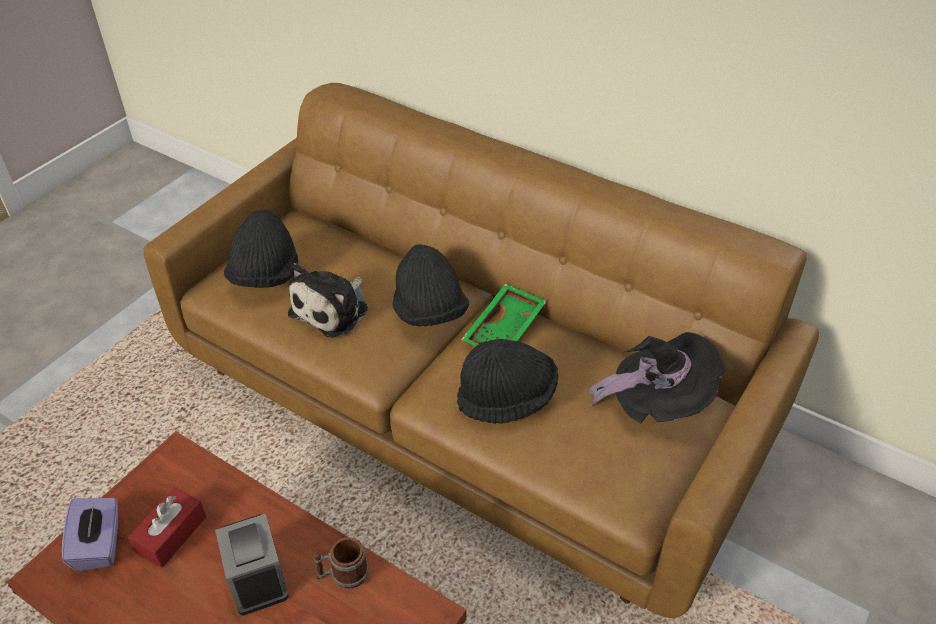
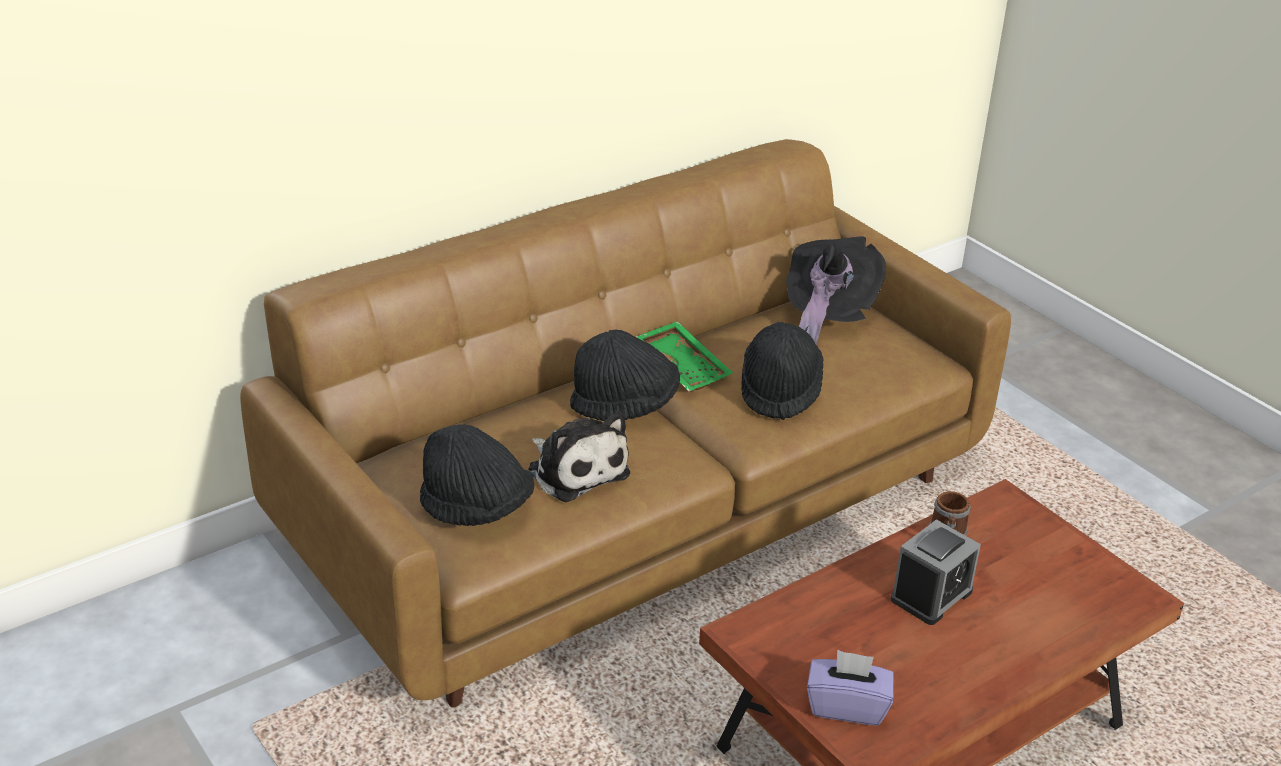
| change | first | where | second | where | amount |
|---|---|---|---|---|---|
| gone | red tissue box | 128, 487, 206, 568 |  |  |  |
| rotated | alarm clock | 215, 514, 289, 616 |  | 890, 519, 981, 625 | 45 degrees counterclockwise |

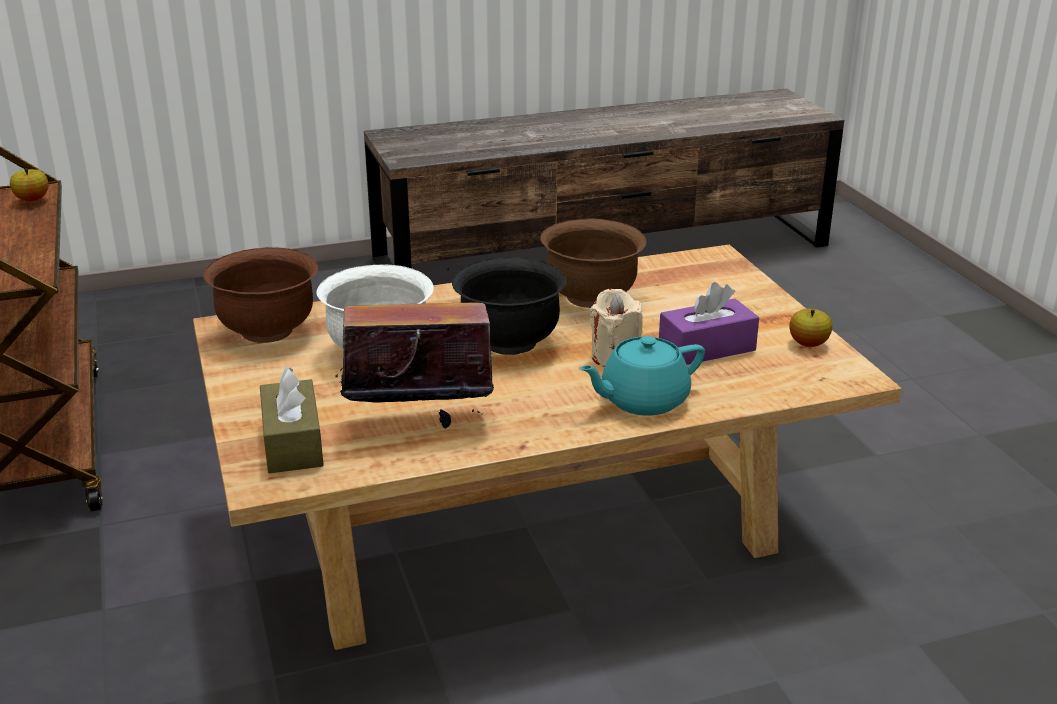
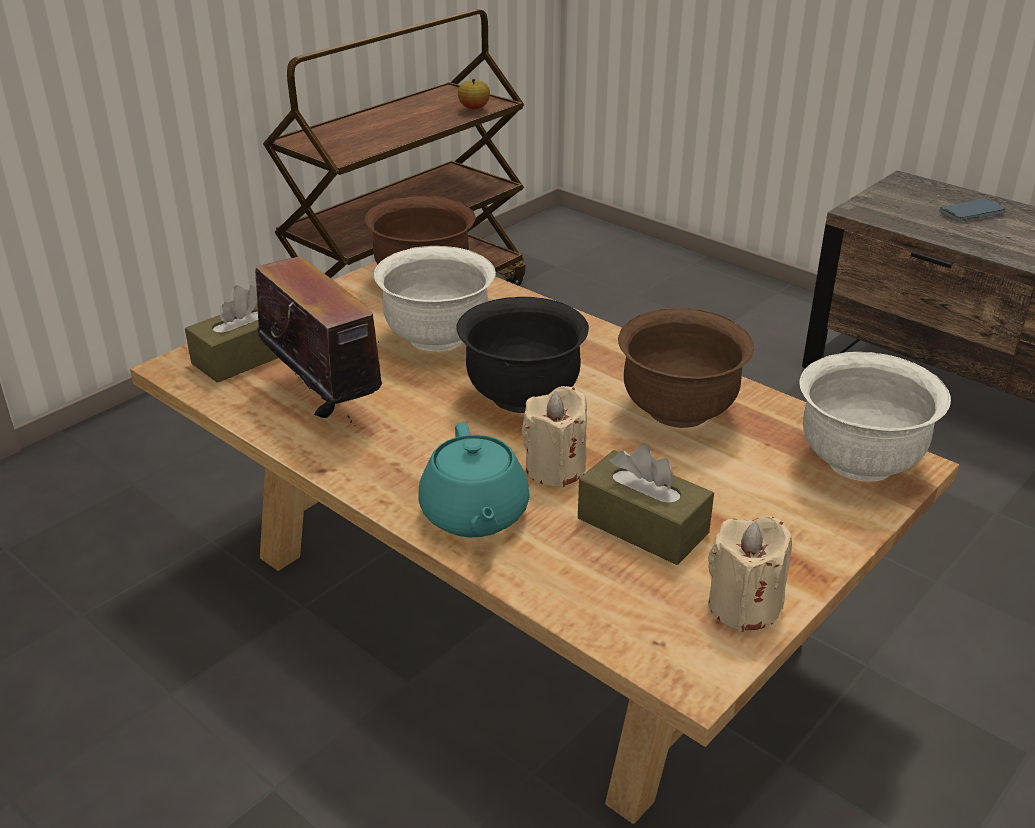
| change | first | where | second | where | amount |
|---|---|---|---|---|---|
| new |  |  | white bowl | 799, 352, 951, 481 |  |
| new |  |  | phone | 940, 199, 1005, 222 |  |
| swapped | apple | 789, 309, 832, 347 | beige candle | 708, 516, 792, 632 |  |
| repainted | purple tissue box | 659, 282, 759, 365 | brown tissue box | 578, 445, 714, 565 |  |
| rotated | turquoise teapot | 579, 336, 705, 416 |  | 418, 423, 530, 537 | 135 degrees counterclockwise |

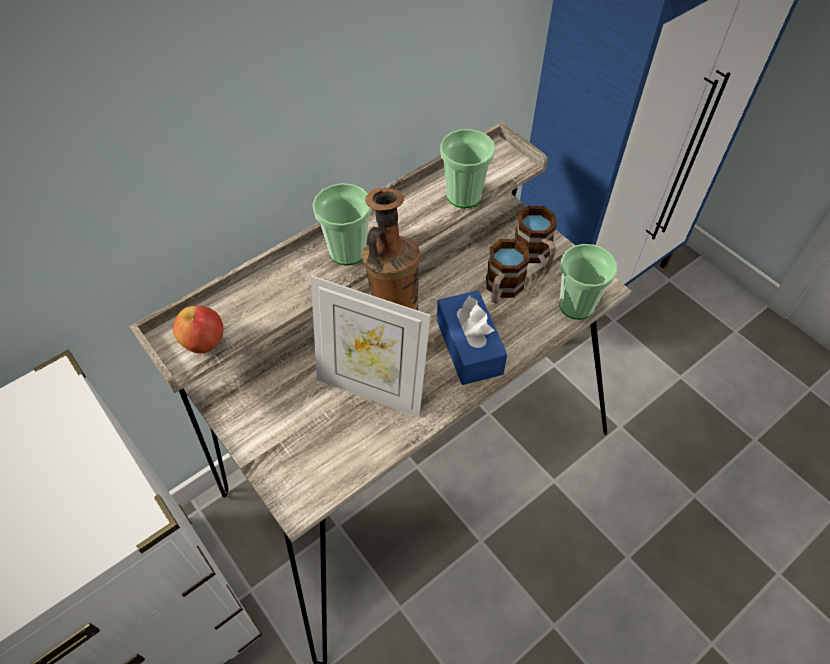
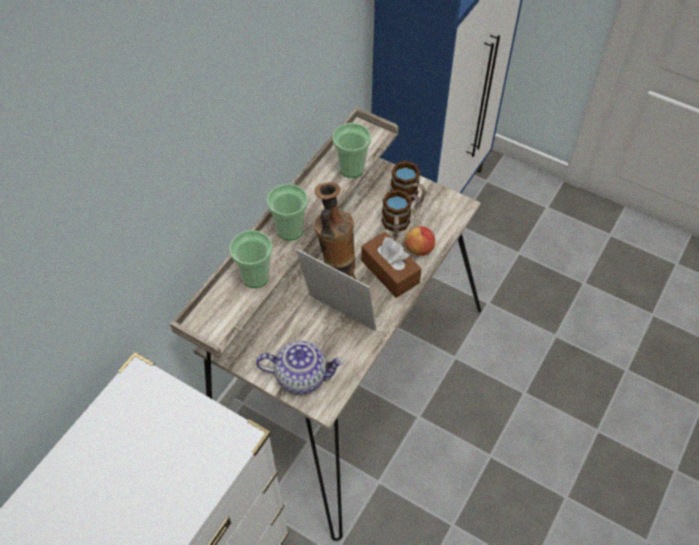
| change | first | where | second | where | amount |
|---|---|---|---|---|---|
| new |  |  | teapot | 256, 341, 345, 395 |  |
| shifted | apple | 173, 306, 223, 354 |  | 405, 226, 435, 256 |  |
| shifted | cup | 559, 244, 617, 320 |  | 229, 230, 273, 288 |  |
| repainted | blue tissue box | 437, 290, 507, 385 | brown tissue box | 361, 232, 422, 298 |  |
| rotated | picture frame | 311, 276, 431, 417 |  | 296, 249, 376, 331 | 150 degrees counterclockwise |

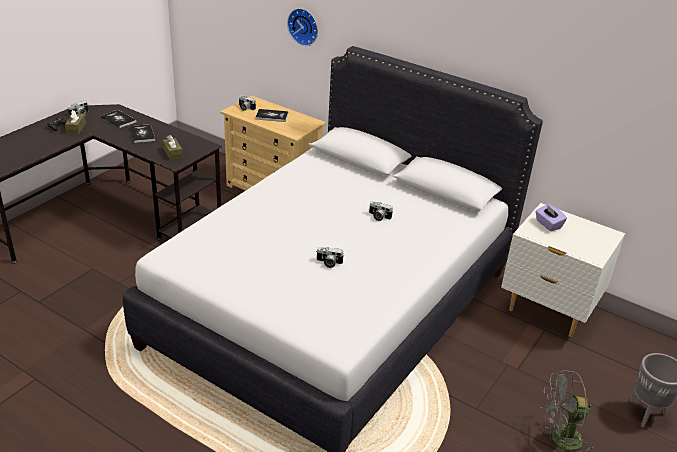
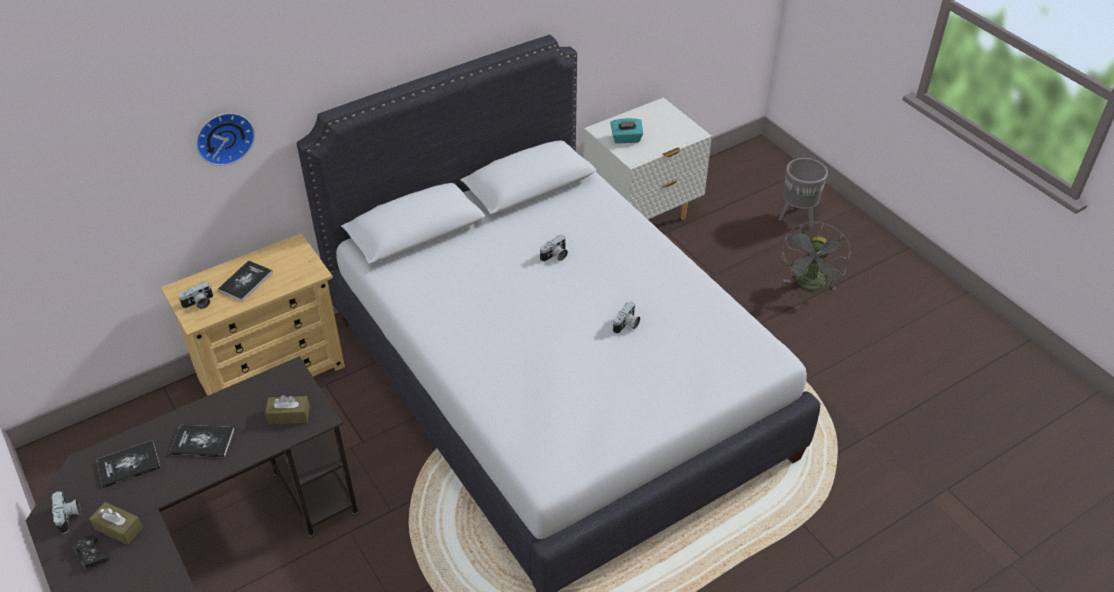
| change | first | where | second | where | amount |
|---|---|---|---|---|---|
| repainted | purple tissue box | 535, 204, 567, 231 | turquoise tissue box | 610, 118, 643, 144 |  |

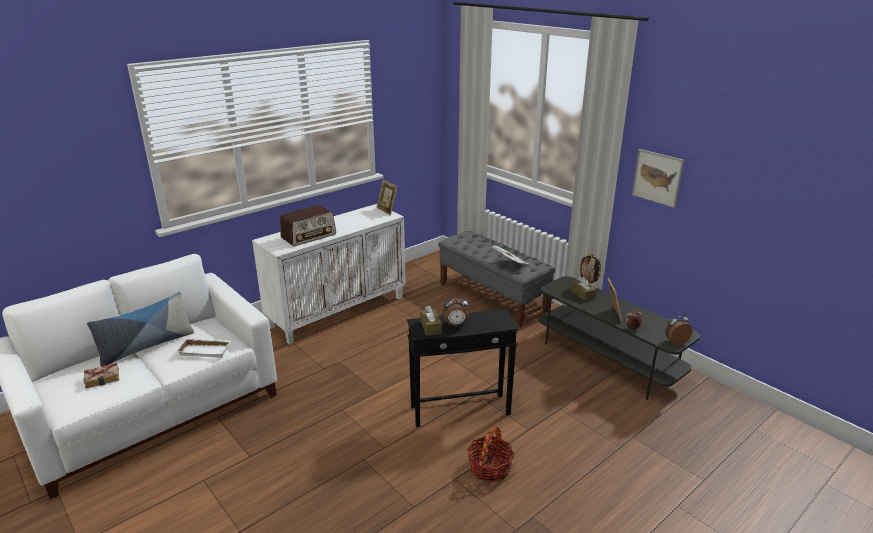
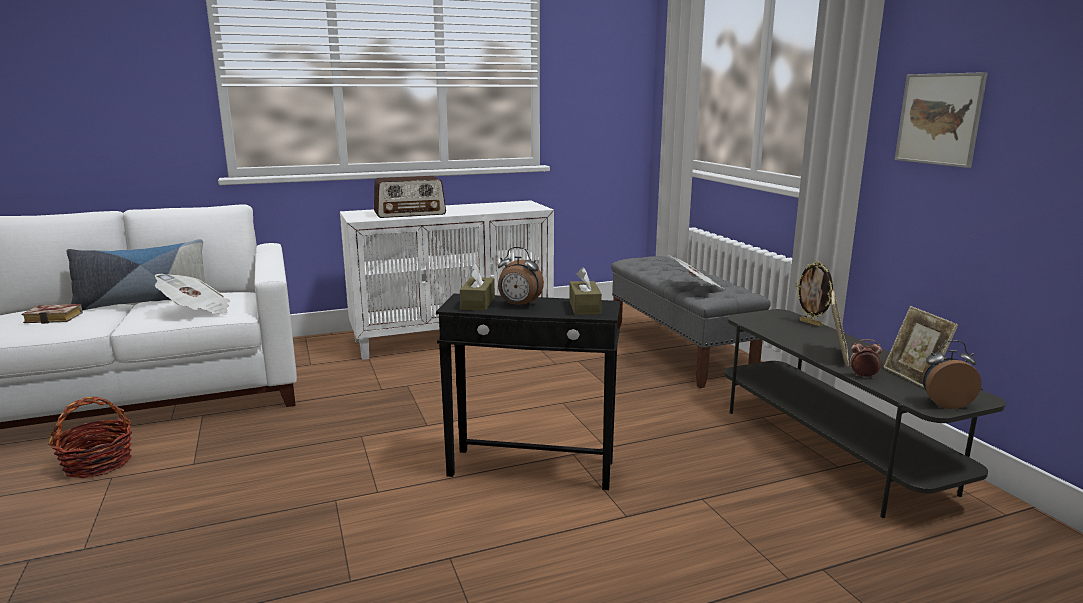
| change | first | where | second | where | amount |
|---|---|---|---|---|---|
| shifted | picture frame | 376, 179, 398, 215 |  | 883, 306, 959, 388 |  |
| shifted | basket | 467, 427, 515, 482 |  | 49, 397, 132, 478 |  |
| shifted | brown tissue box | 571, 276, 596, 301 |  | 569, 267, 602, 315 |  |
| swapped | white tray | 176, 338, 230, 358 | newspaper | 155, 274, 230, 315 |  |

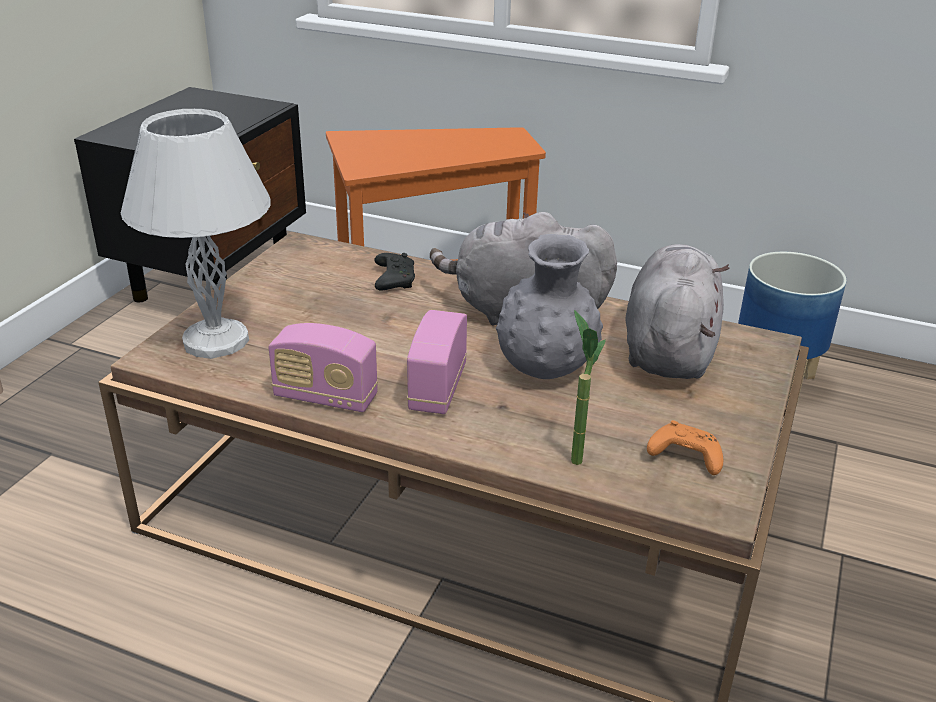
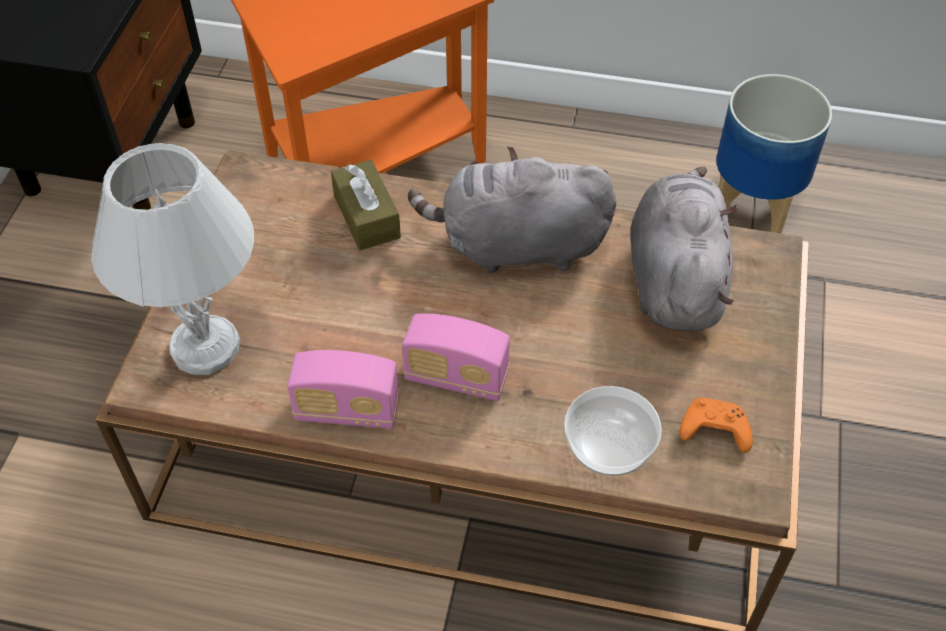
| change | first | where | second | where | amount |
|---|---|---|---|---|---|
| gone | grey vase | 496, 234, 603, 379 |  |  |  |
| swapped | black game controller | 374, 253, 415, 290 | brown tissue box | 331, 160, 401, 250 |  |
| swapped | potted plant | 571, 310, 606, 465 | bowl | 564, 386, 662, 476 |  |
| rotated | radio | 407, 310, 467, 414 |  | 402, 314, 510, 401 | 75 degrees counterclockwise |

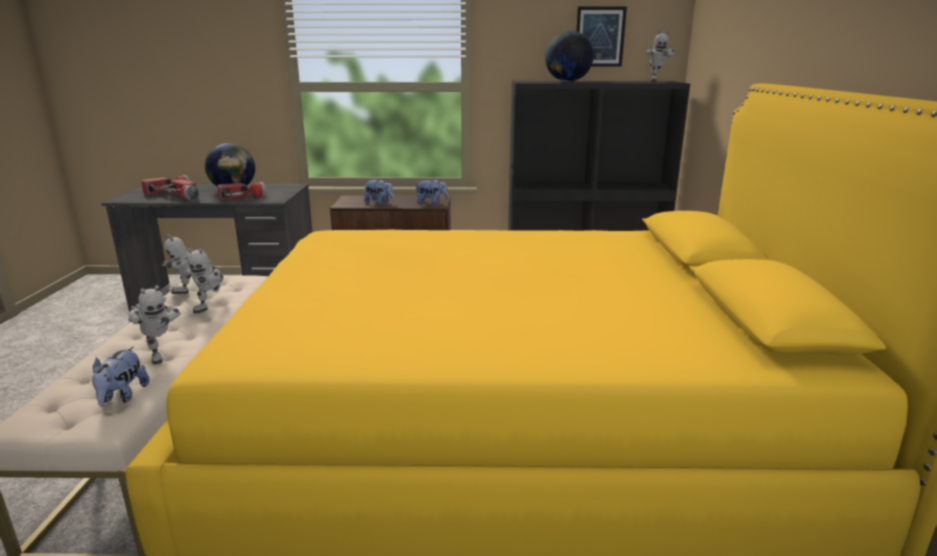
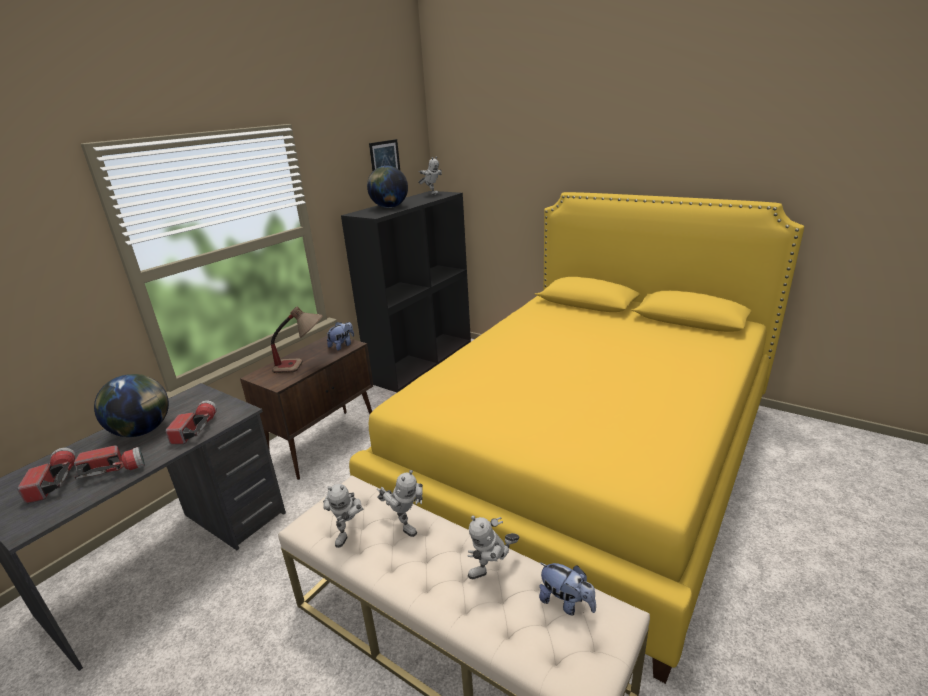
| change | first | where | second | where | amount |
|---|---|---|---|---|---|
| swapped | plush toy | 364, 178, 394, 205 | table lamp | 271, 307, 323, 373 |  |
| rotated | toy robot | 128, 285, 181, 364 |  | 467, 515, 519, 579 | 150 degrees clockwise |

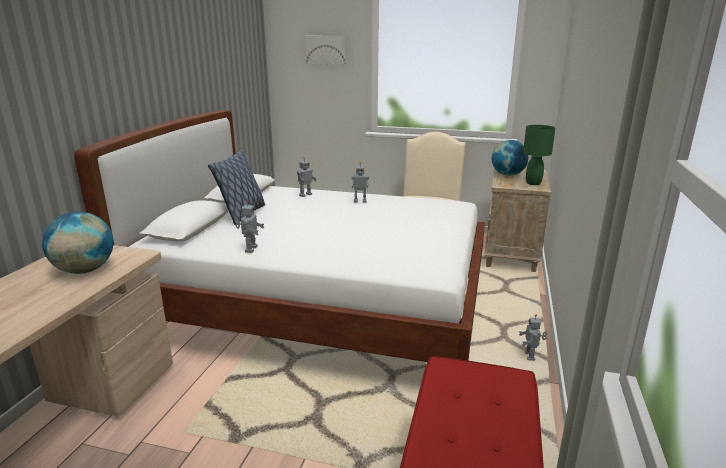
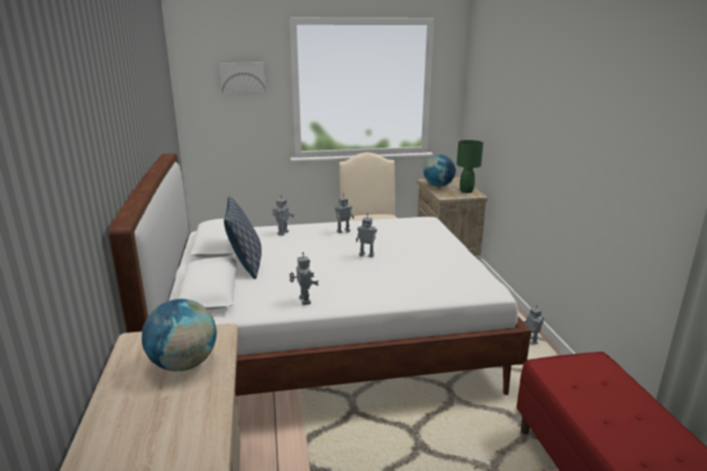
| change | first | where | second | where | amount |
|---|---|---|---|---|---|
| new |  |  | toy robot | 356, 213, 377, 257 |  |

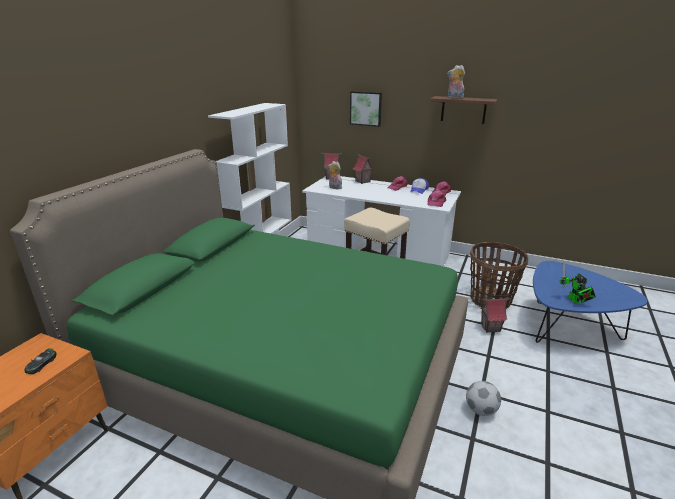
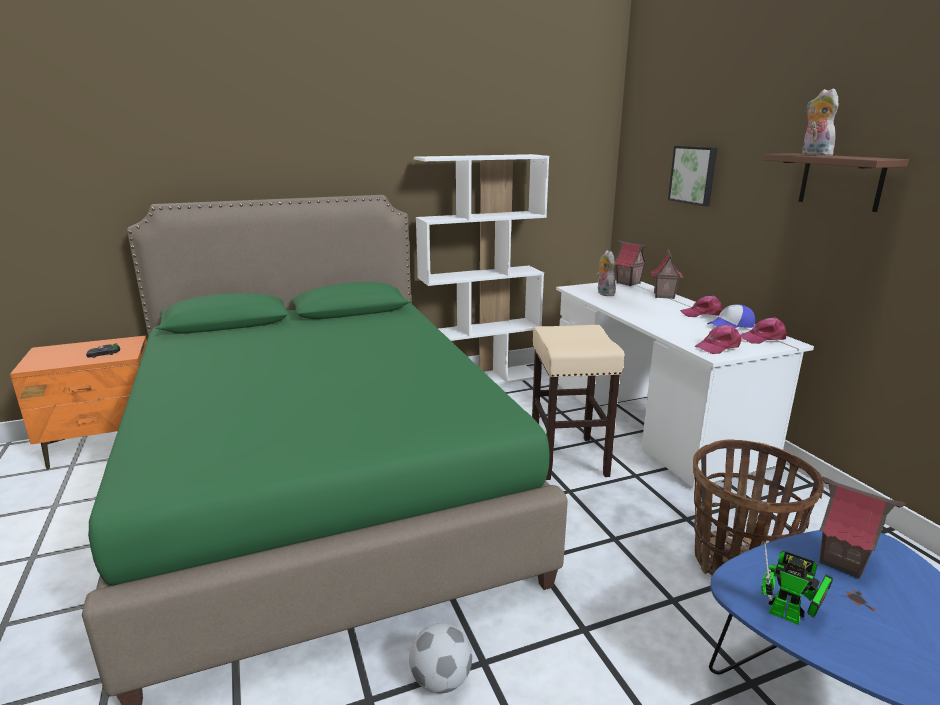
| change | first | where | second | where | amount |
|---|---|---|---|---|---|
| shifted | toy house | 480, 298, 510, 333 |  | 819, 476, 906, 579 |  |
| rotated | toy robot | 560, 262, 596, 303 |  | 761, 542, 833, 625 | 90 degrees counterclockwise |

